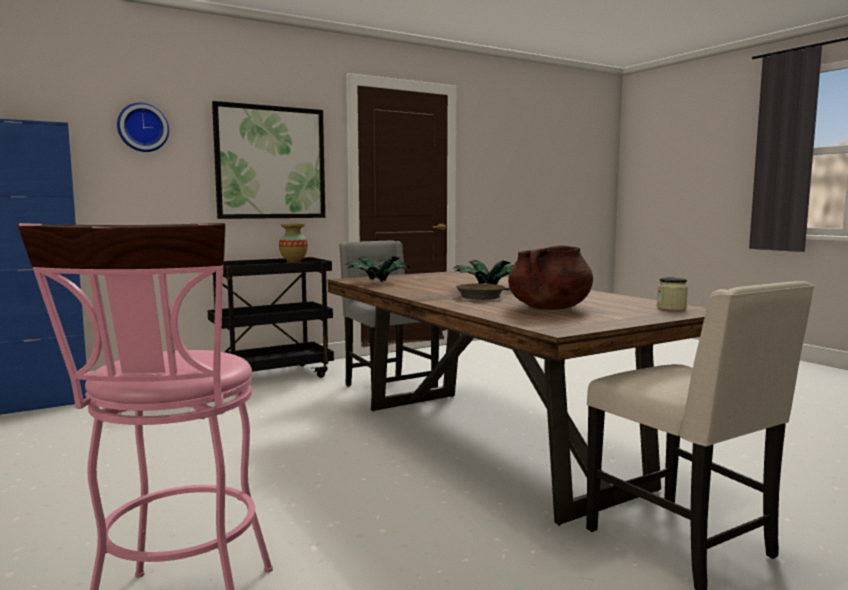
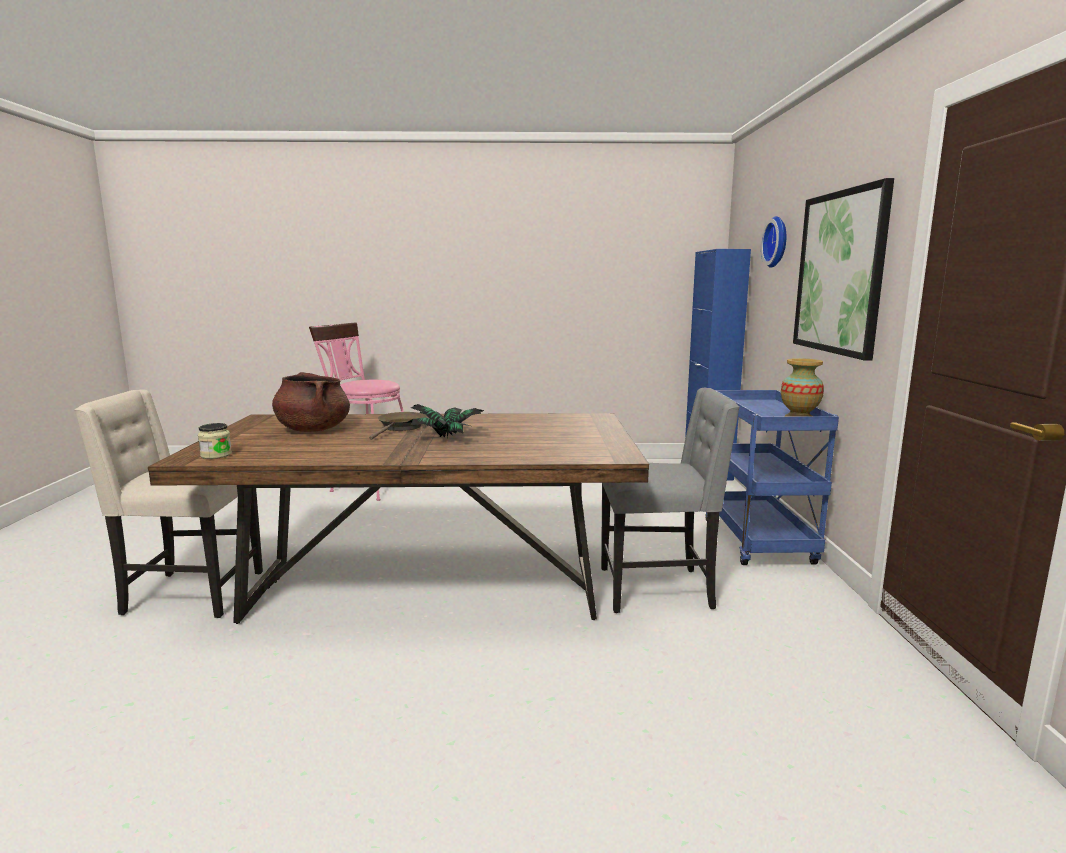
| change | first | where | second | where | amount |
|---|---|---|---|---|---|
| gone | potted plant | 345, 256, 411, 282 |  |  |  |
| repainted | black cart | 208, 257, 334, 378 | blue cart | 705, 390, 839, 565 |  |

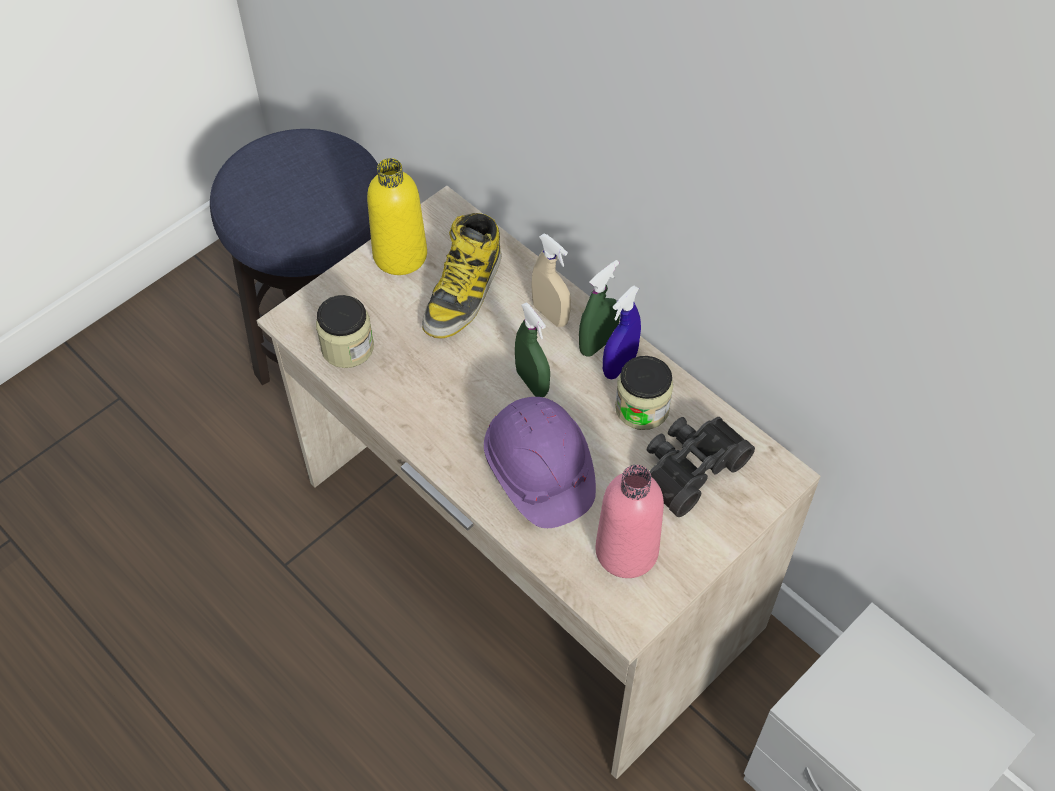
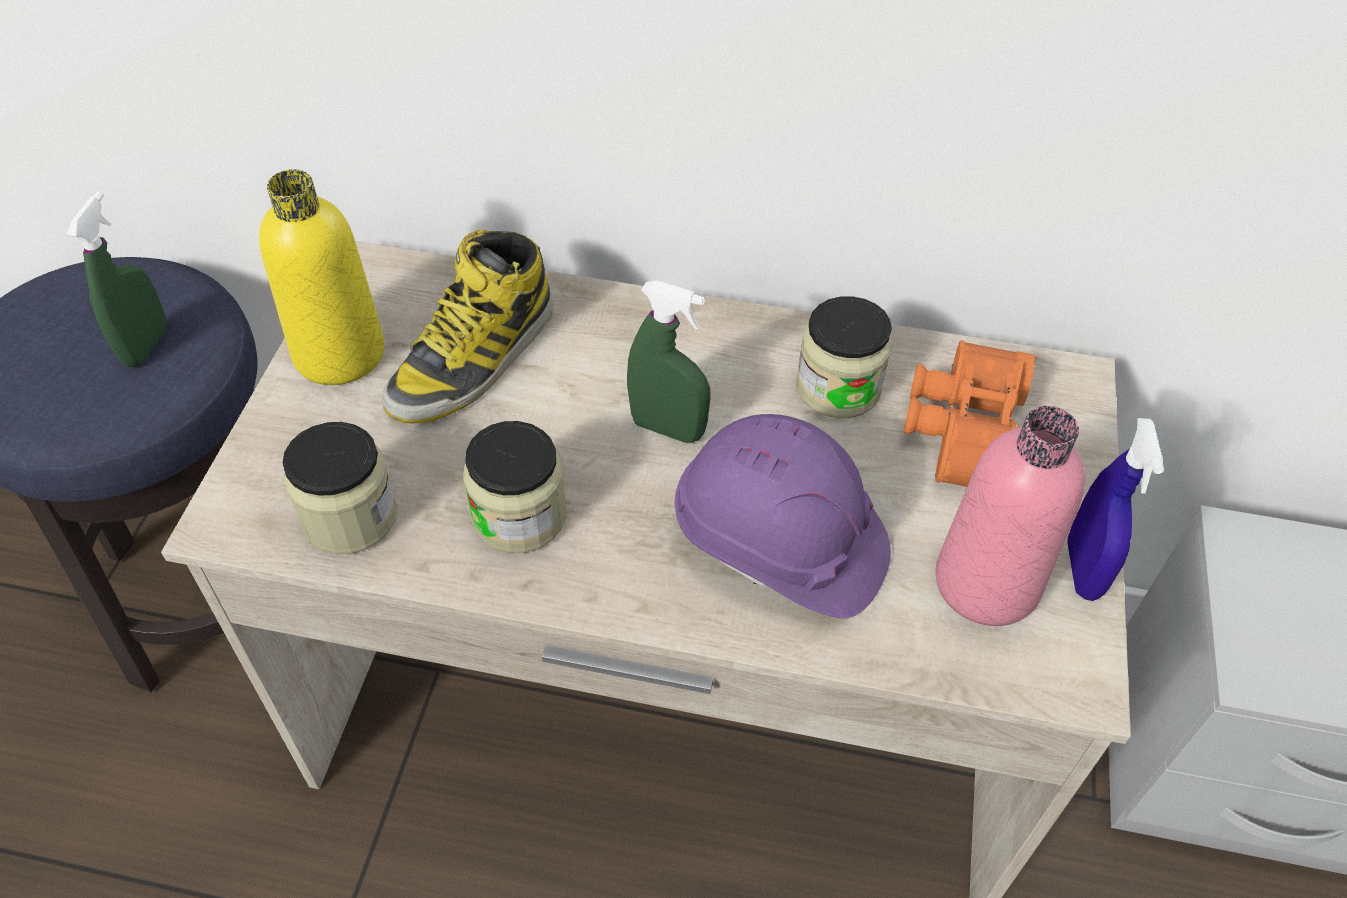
| change | first | where | second | where | amount |
|---|---|---|---|---|---|
| gone | beige spray bottle | 532, 234, 571, 327 |  |  |  |
| new |  |  | jar | 463, 421, 566, 553 |  |
| shifted | green spray bottle | 579, 260, 620, 356 |  | 67, 191, 167, 367 |  |
| shifted | blue spray bottle | 603, 286, 641, 379 |  | 1067, 418, 1164, 601 |  |
| repainted | black binoculars | 647, 417, 755, 517 | orange binoculars | 904, 340, 1035, 487 |  |
| rotated | boot | 422, 213, 502, 339 |  | 382, 230, 553, 424 | 45 degrees clockwise |

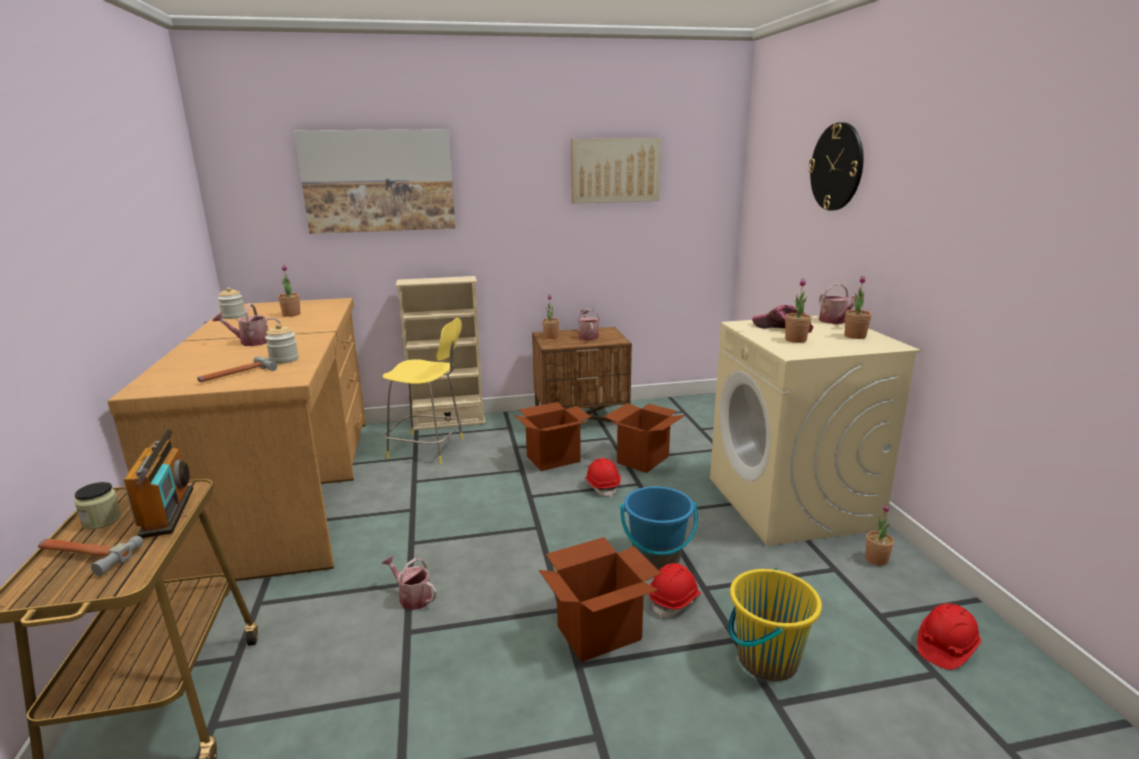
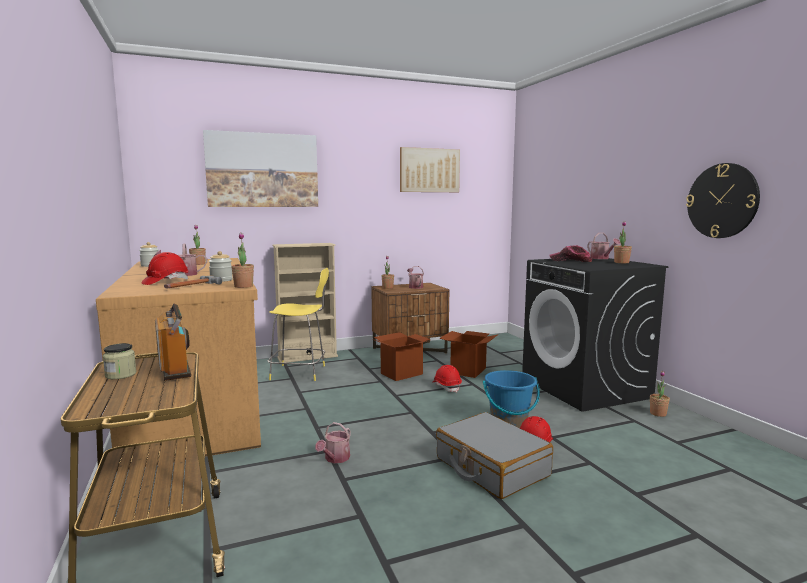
| change | first | where | second | where | amount |
|---|---|---|---|---|---|
| gone | hammer | 38, 536, 143, 576 |  |  |  |
| gone | yellow bucket | 728, 568, 822, 681 |  |  |  |
| shifted | potted plant | 785, 279, 811, 343 |  | 231, 232, 254, 288 |  |
| shifted | wall clock | 808, 122, 864, 211 |  | 686, 163, 760, 238 |  |
| shifted | red hard hat | 917, 603, 981, 670 |  | 141, 252, 189, 285 |  |
| swapped | cardboard box | 539, 537, 661, 662 | grey suitcase | 436, 412, 553, 499 |  |
| repainted | beige washing machine | 710, 315, 921, 546 | black washing machine | 522, 258, 669, 412 |  |
| rotated | watering can | 381, 555, 437, 610 |  | 315, 422, 351, 463 | 90 degrees counterclockwise |

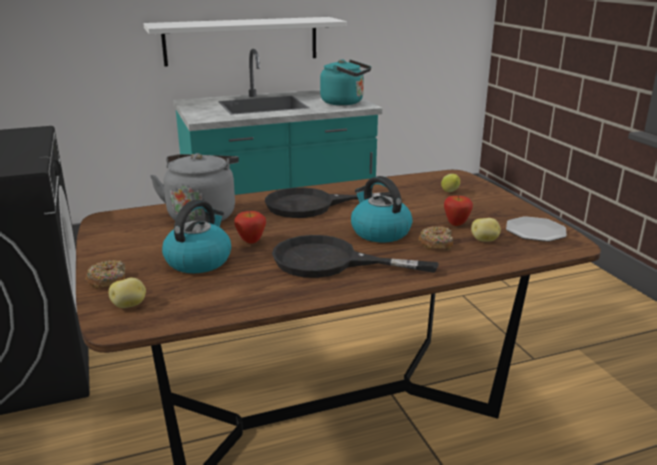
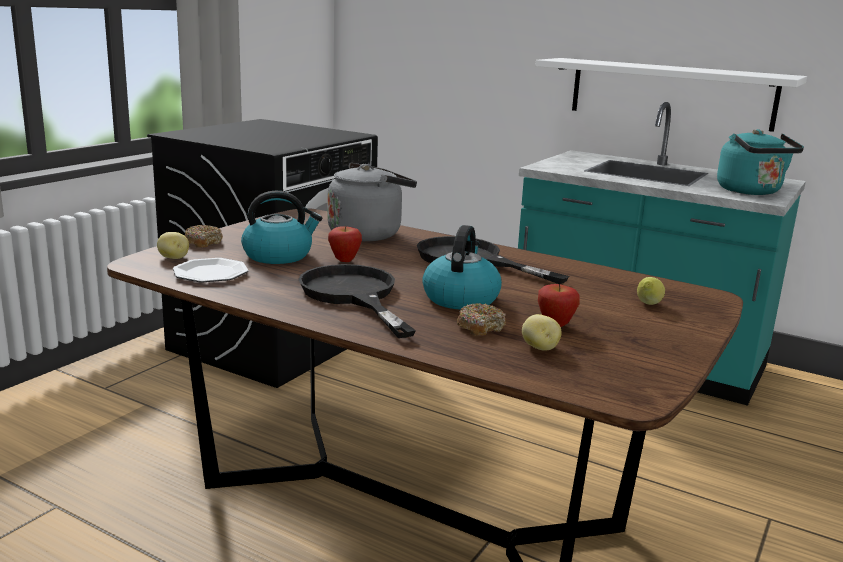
| change | first | where | second | where | amount |
|---|---|---|---|---|---|
| shifted | plate | 506, 216, 567, 242 |  | 173, 258, 248, 282 |  |

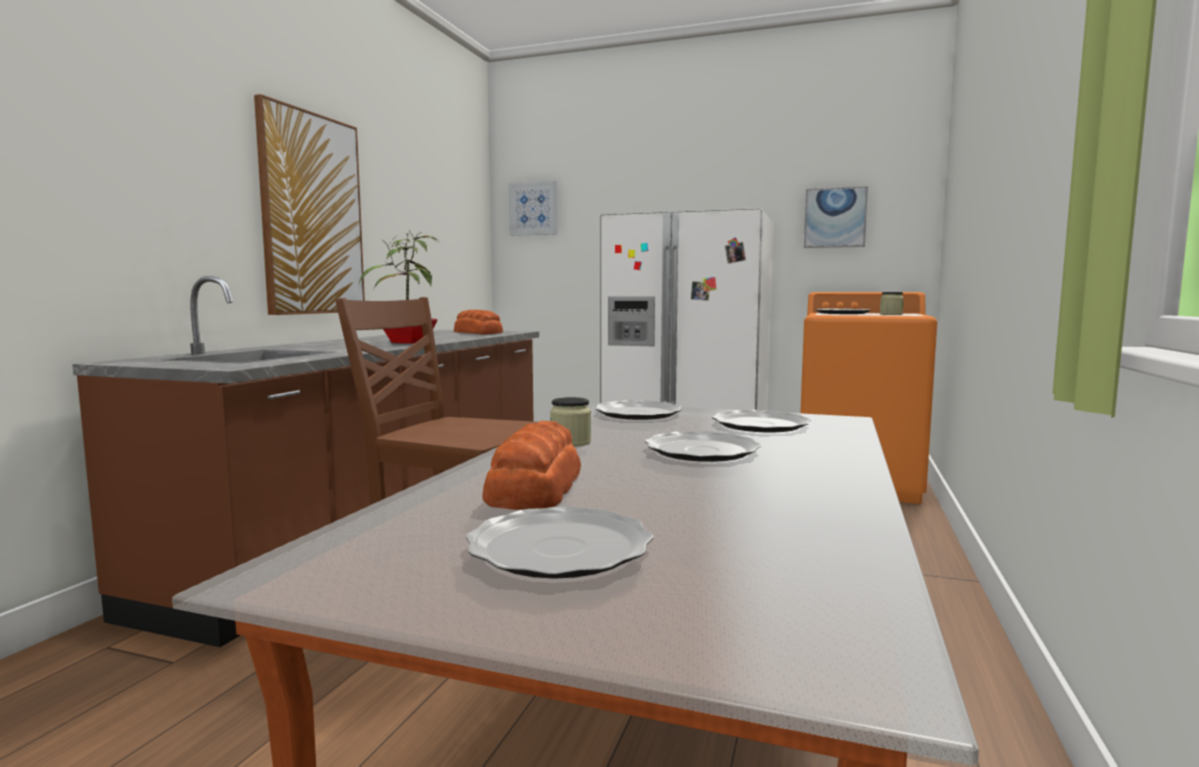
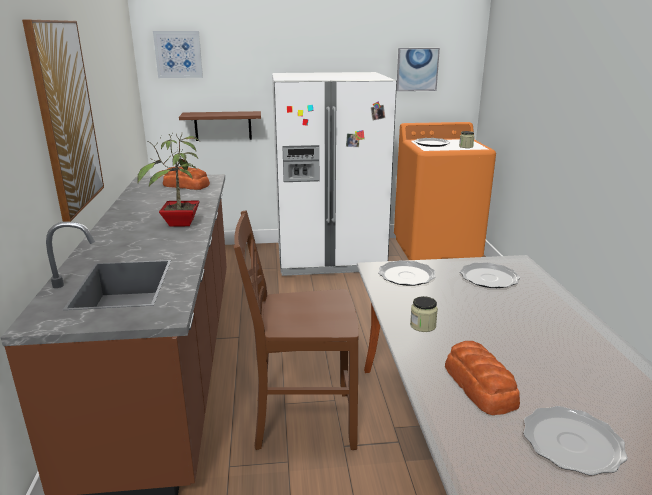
| change | first | where | second | where | amount |
|---|---|---|---|---|---|
| gone | plate | 644, 431, 761, 462 |  |  |  |
| new |  |  | brown shelf | 179, 111, 261, 141 |  |

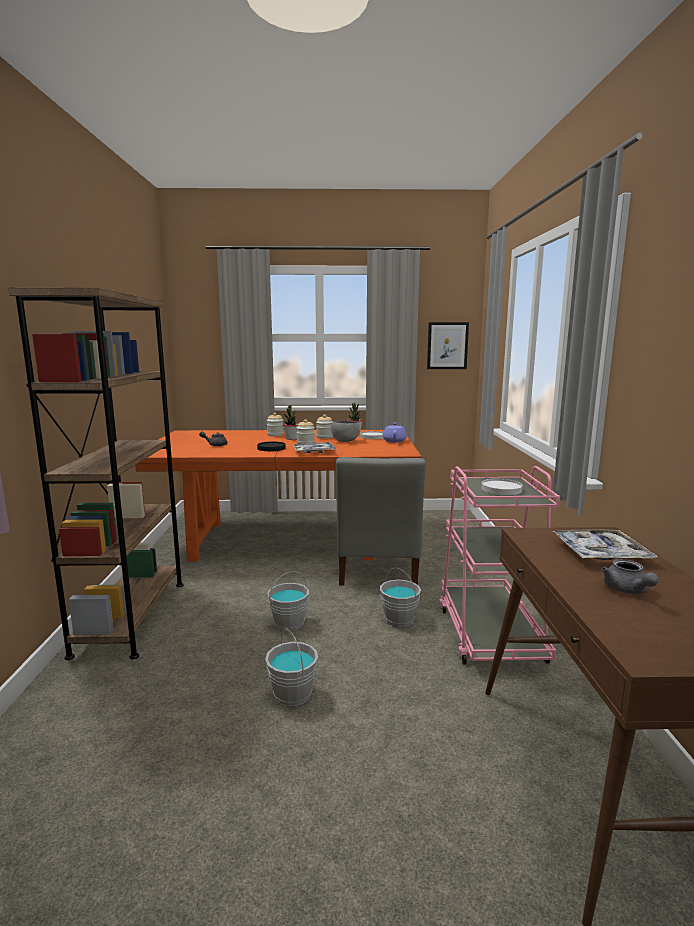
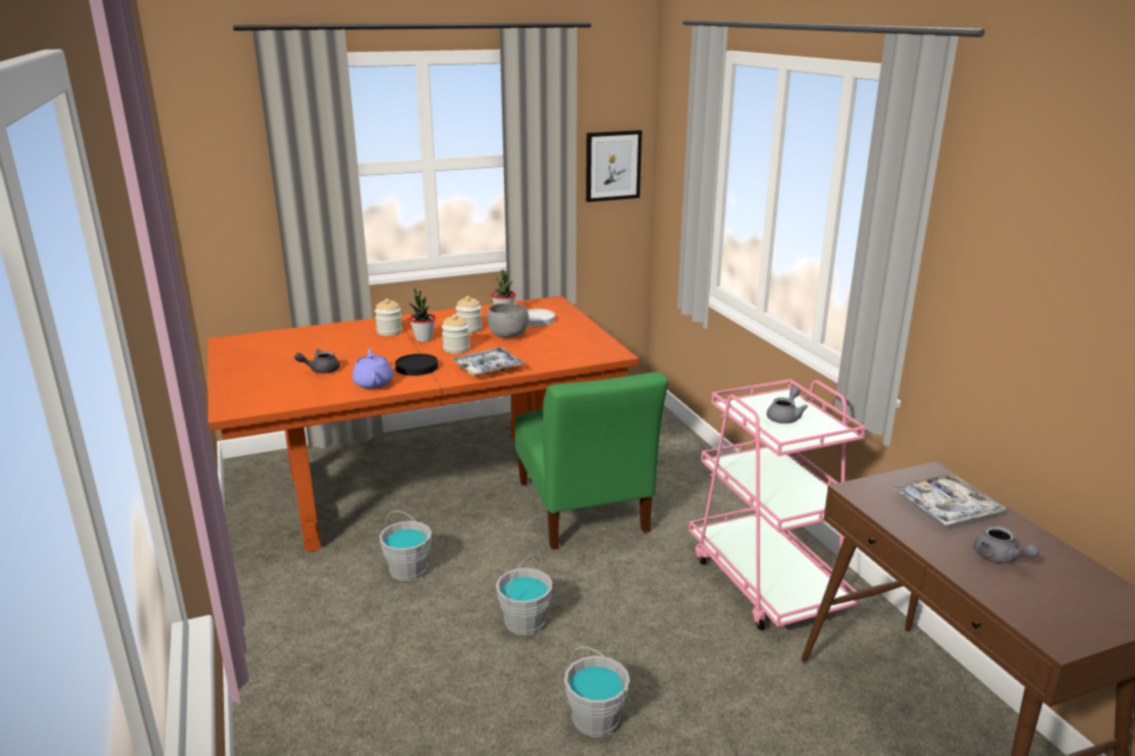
| change | first | where | second | where | amount |
|---|---|---|---|---|---|
| gone | brown bookcase | 8, 288, 183, 660 |  |  |  |
| shifted | grey bucket | 380, 568, 421, 627 |  | 379, 511, 432, 581 |  |
| shifted | purple teapot | 383, 423, 407, 442 |  | 352, 349, 393, 389 |  |
| swapped | white plate | 482, 479, 522, 495 | grey teapot | 767, 387, 808, 424 |  |
| repainted | grey chair | 336, 457, 426, 586 | green chair | 515, 372, 668, 550 |  |

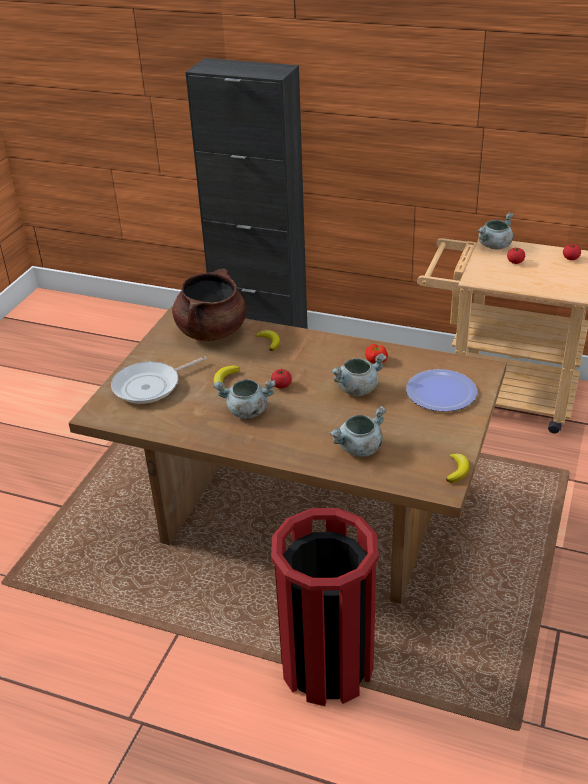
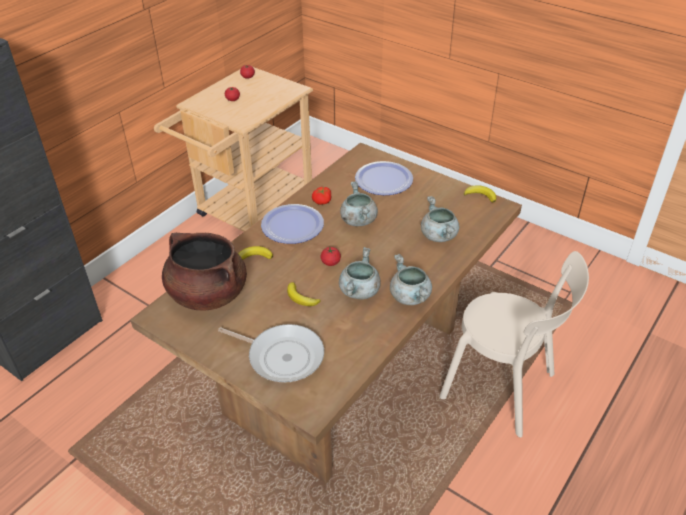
| change | first | where | second | where | amount |
|---|---|---|---|---|---|
| new |  |  | plate | 261, 204, 324, 244 |  |
| shifted | grey cooking pot | 477, 212, 513, 249 |  | 390, 254, 432, 305 |  |
| swapped | red trash can | 271, 508, 379, 706 | beige chair | 440, 251, 589, 437 |  |
| rotated | frying pan | 111, 356, 207, 404 |  | 218, 324, 324, 383 | 45 degrees counterclockwise |

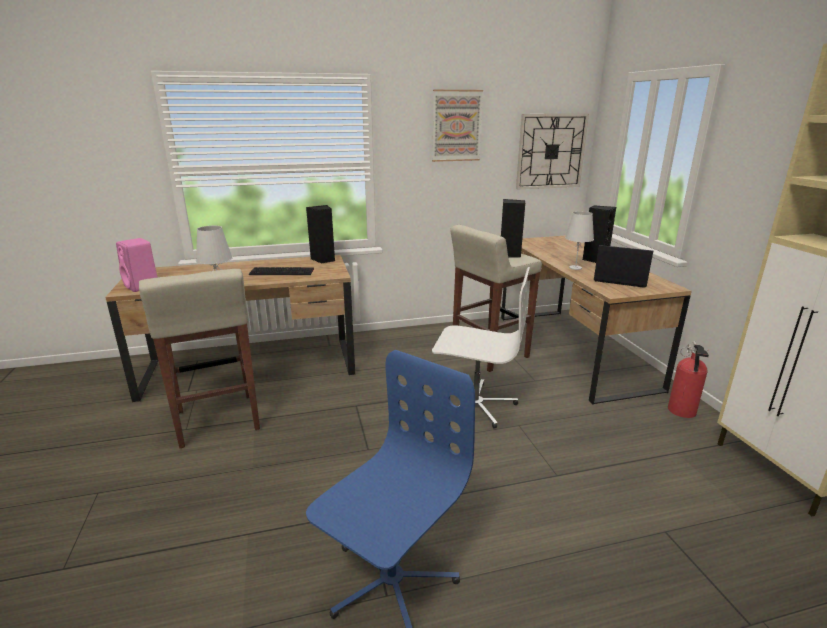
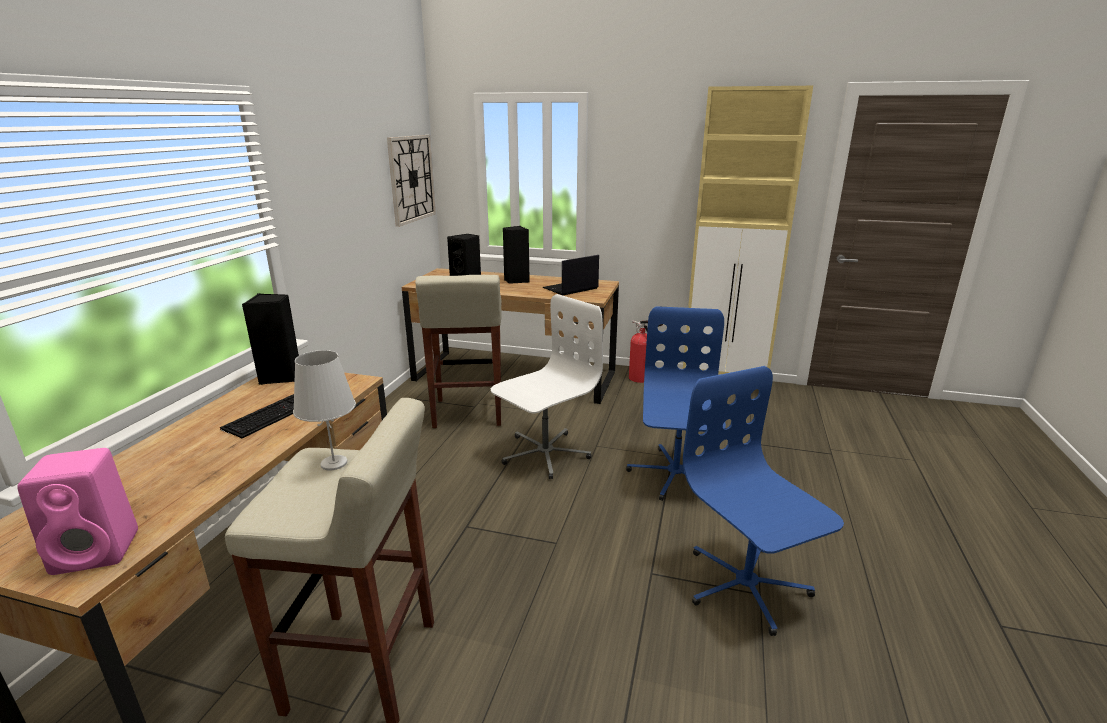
| change | first | where | second | where | amount |
|---|---|---|---|---|---|
| gone | picture | 432, 90, 483, 162 |  |  |  |
| gone | white table lamp | 565, 211, 594, 270 |  |  |  |
| new |  |  | blue office chair | 626, 306, 726, 501 |  |

